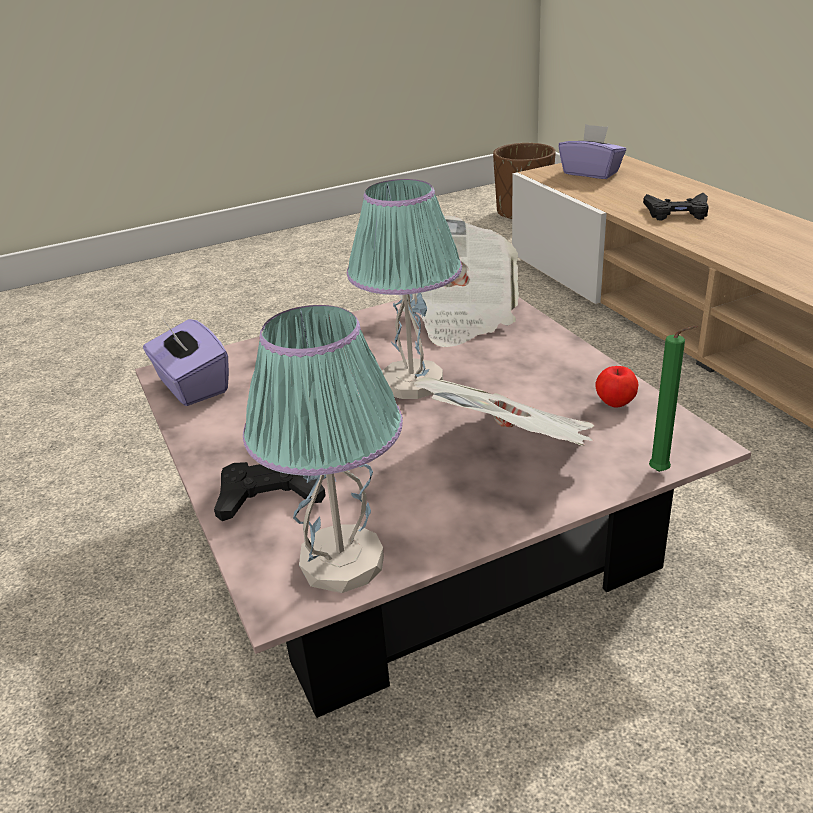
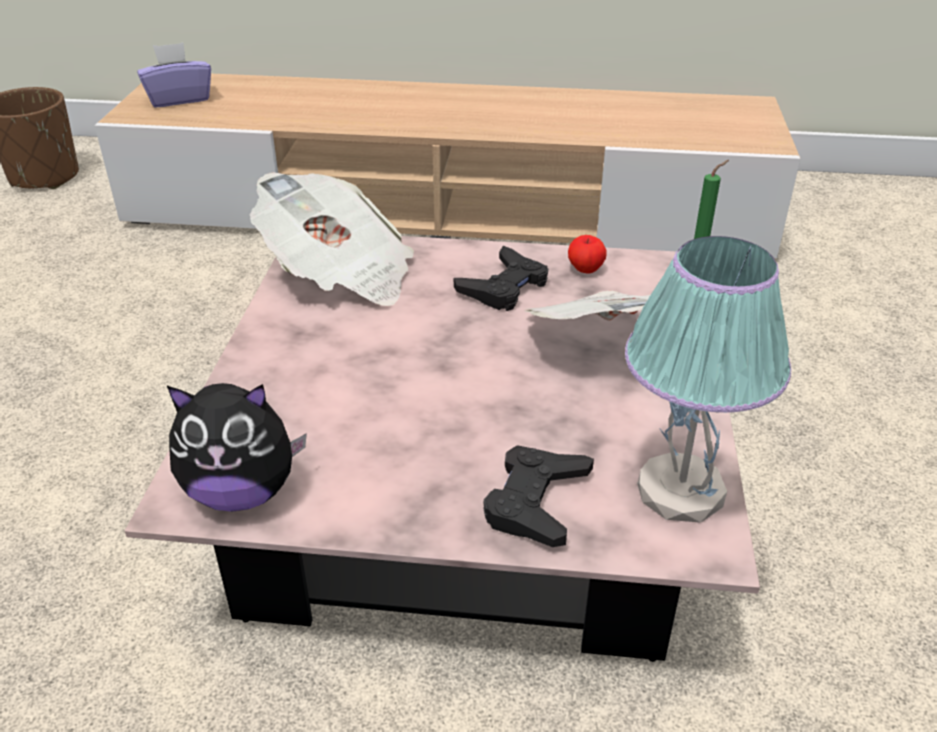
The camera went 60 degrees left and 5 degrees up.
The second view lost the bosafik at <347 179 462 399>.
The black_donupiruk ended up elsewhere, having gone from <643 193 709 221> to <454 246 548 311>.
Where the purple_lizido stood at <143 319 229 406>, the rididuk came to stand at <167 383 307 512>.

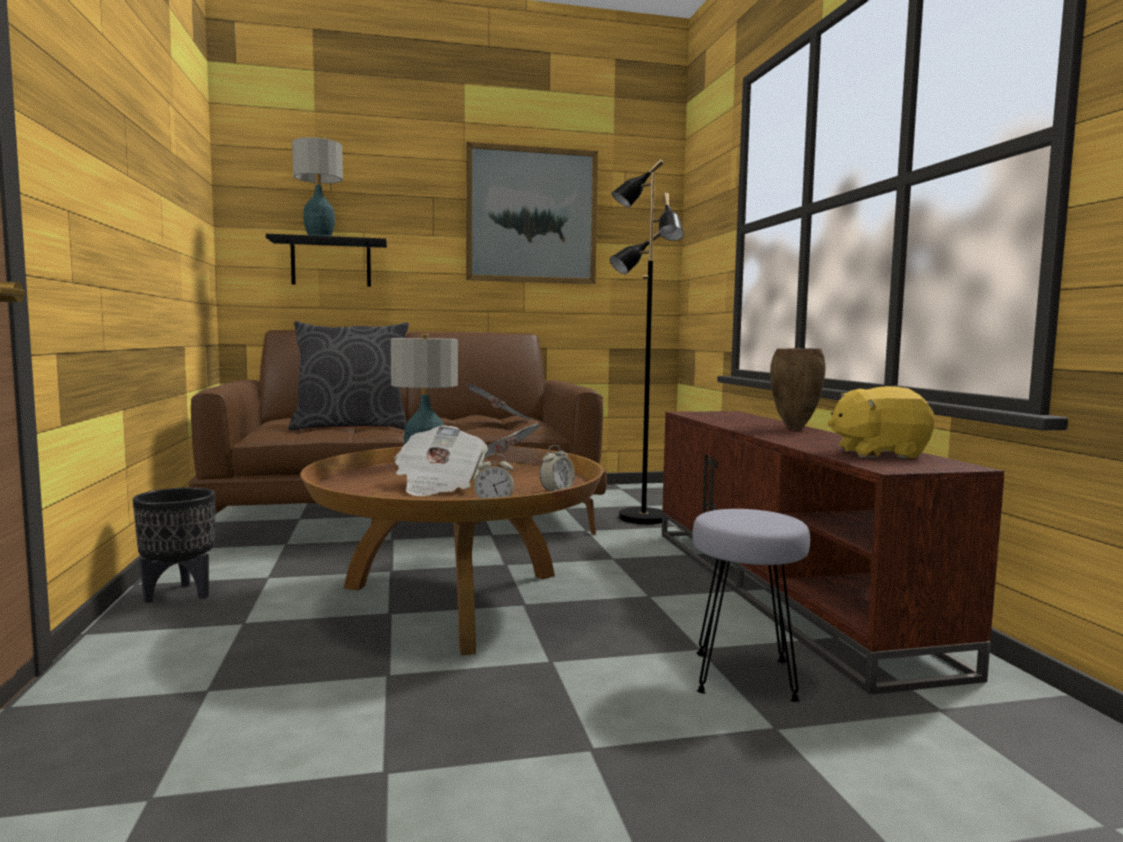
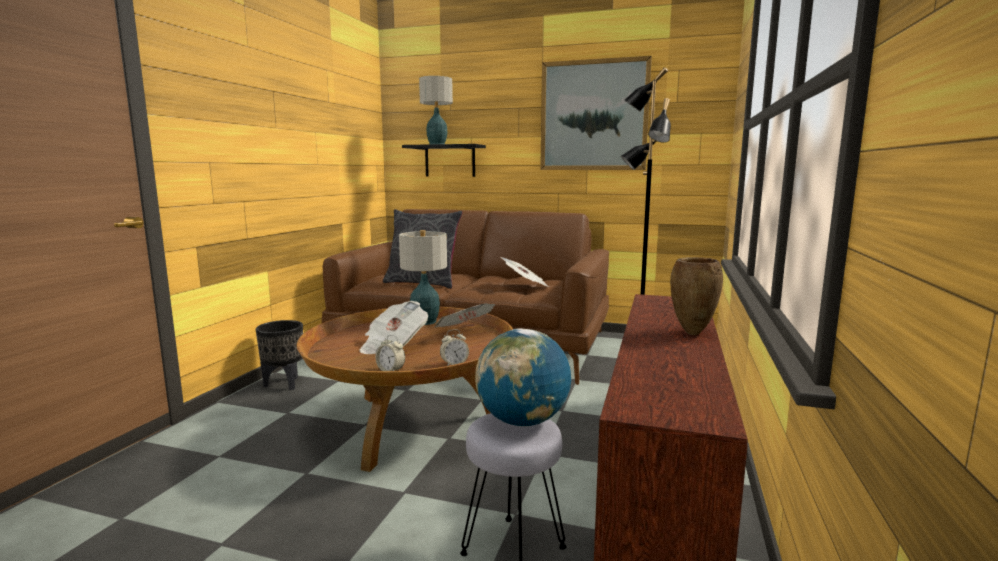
The camera went 30 degrees right and 5 degrees up.
The second view lost the yellow_rididuk at <828 386 934 458>.
The second view gained the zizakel at <475 328 571 427>.

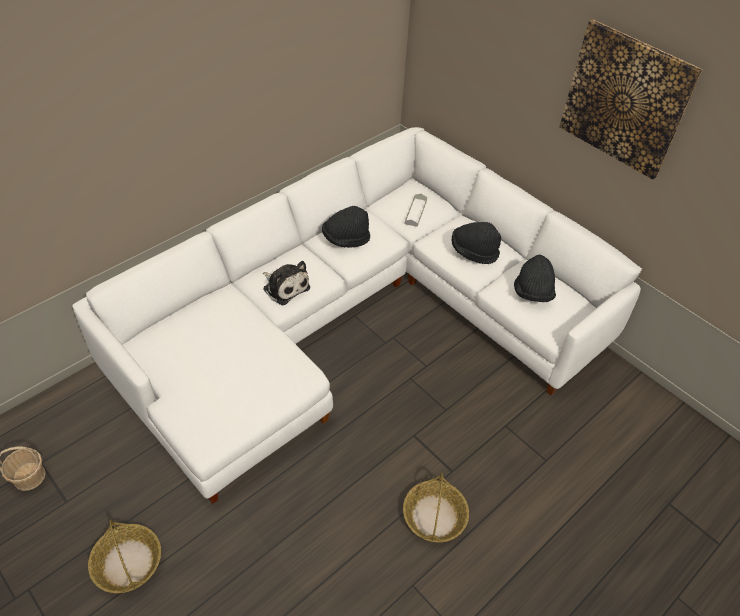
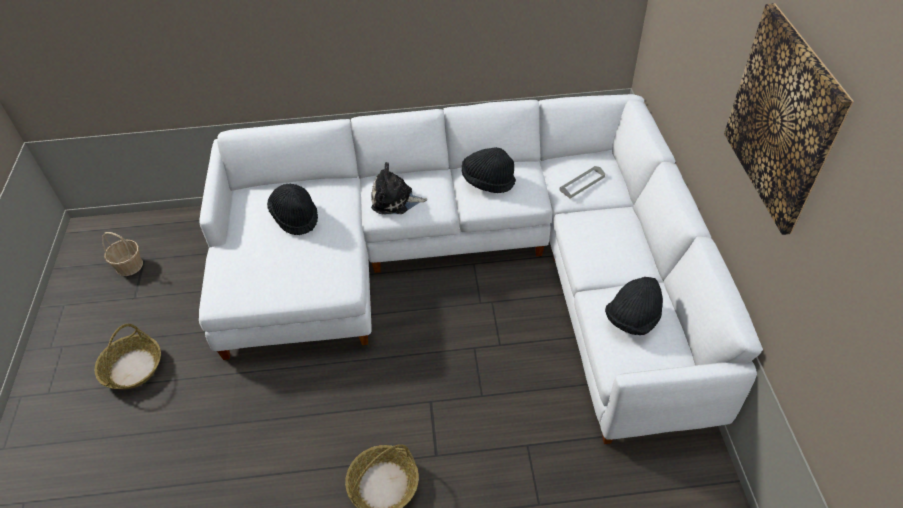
The camera went 40 degrees right and 0 degrees up.
The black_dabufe ended up elsewhere, having gone from <451 222 501 264> to <267 184 318 235>.
The rididuk at <263 261 310 305> ended up facing another way, 105 degrees clockwise from before.

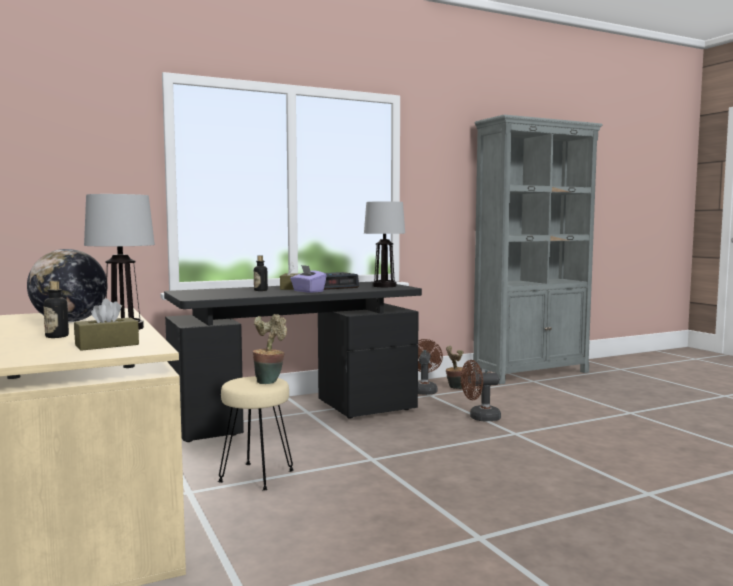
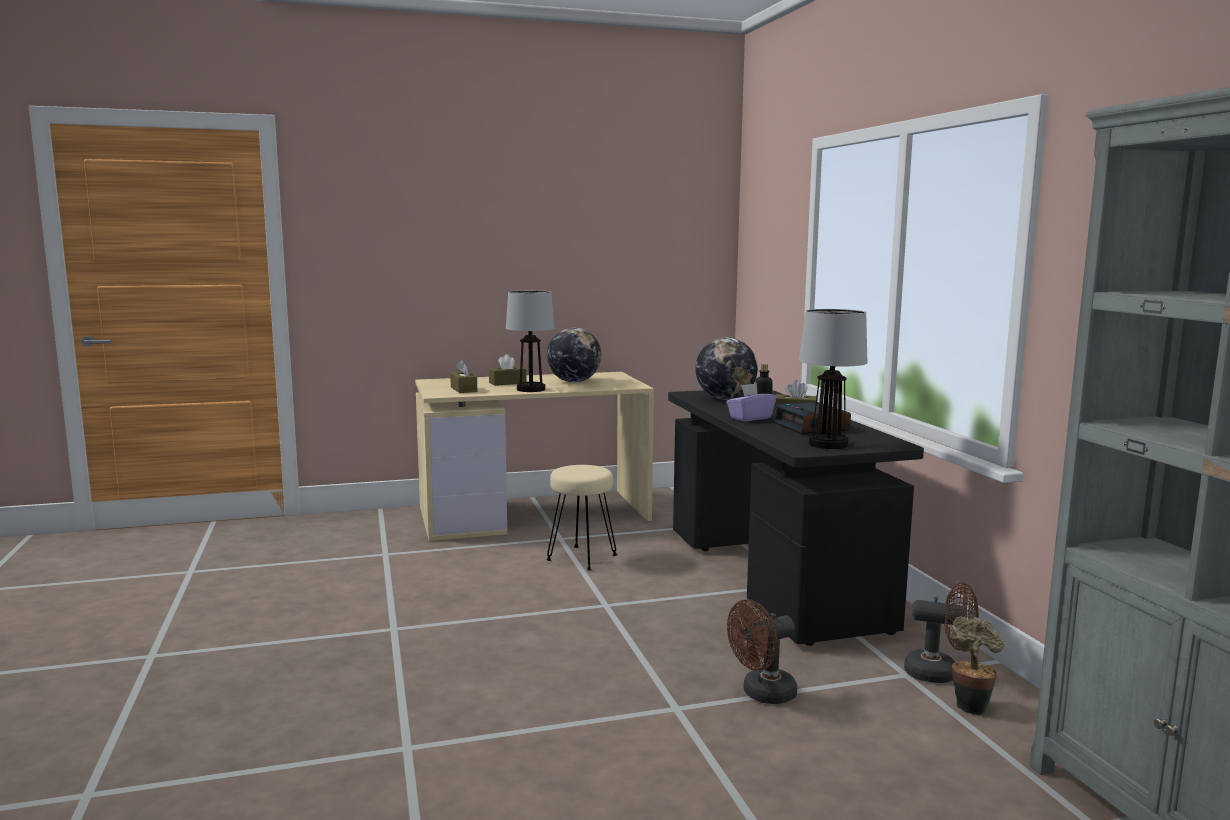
The camera went 100 degrees right and 5 degrees up.
Where the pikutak stood at <43 281 69 338>, the brown_lizido came to stand at <489 354 527 386>.
The second view lost the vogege at <253 314 287 384>.
The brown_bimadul at <461 360 501 421> ended up facing another way, 120 degrees counterclockwise from before.
The second view gained the zizakel at <695 337 758 400>.

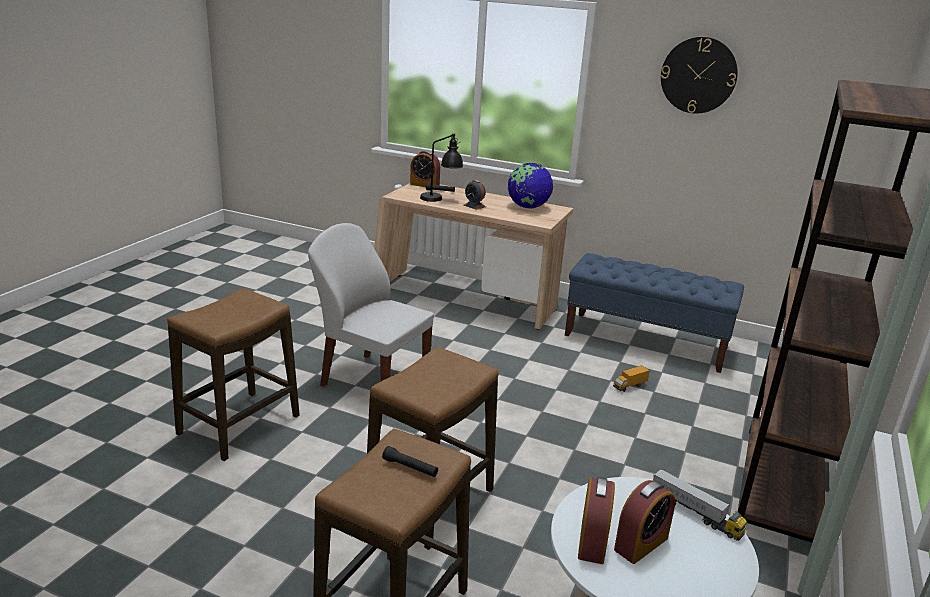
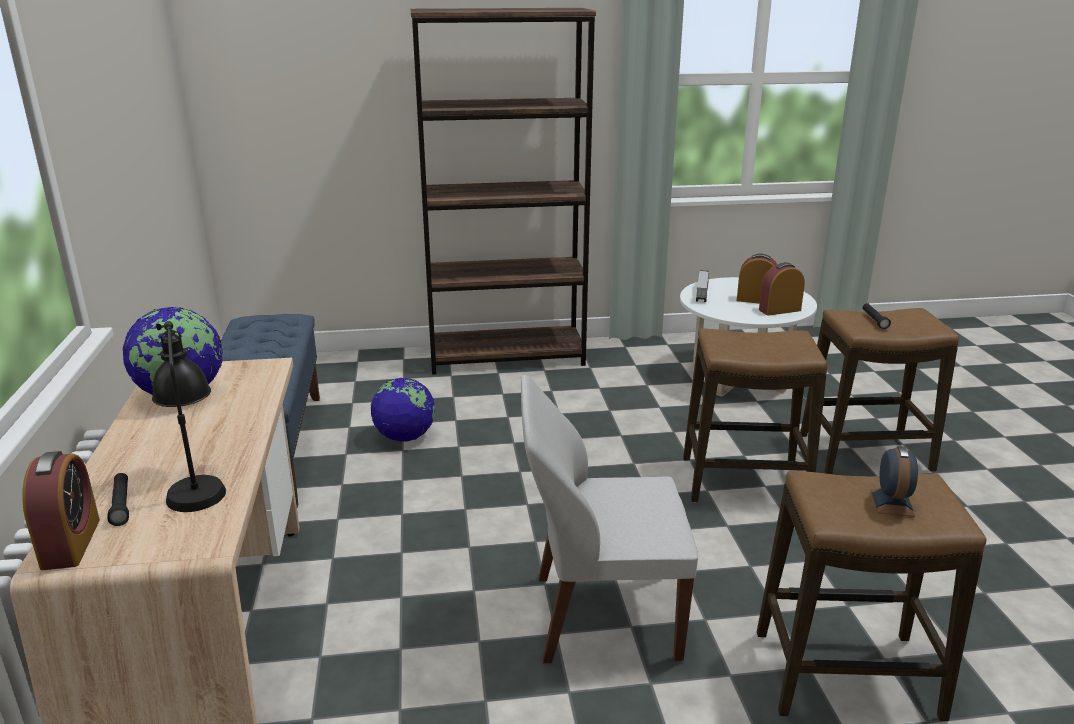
The camera went 120 degrees left and 0 degrees up.
The second view lost the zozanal at <661 37 738 114>.
The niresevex ended up elsewhere, having gone from <463 180 486 210> to <871 446 918 517>.
The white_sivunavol at <308 223 434 387> ended up facing another way, 90 degrees clockwise from before.
Where the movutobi stood at <613 365 650 392>, the zizakel came to stand at <371 378 435 442>.

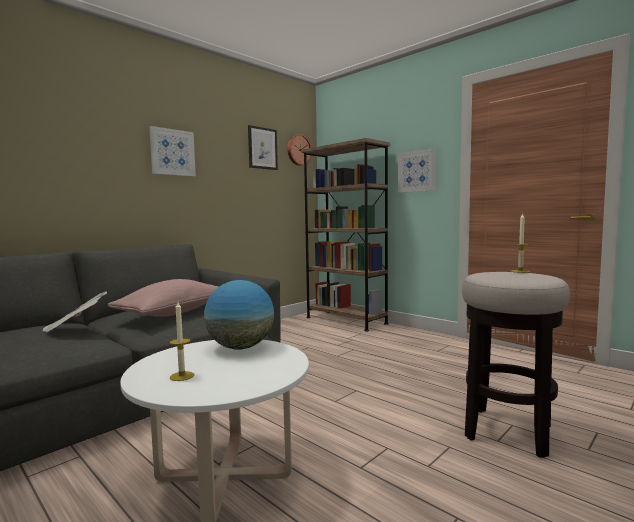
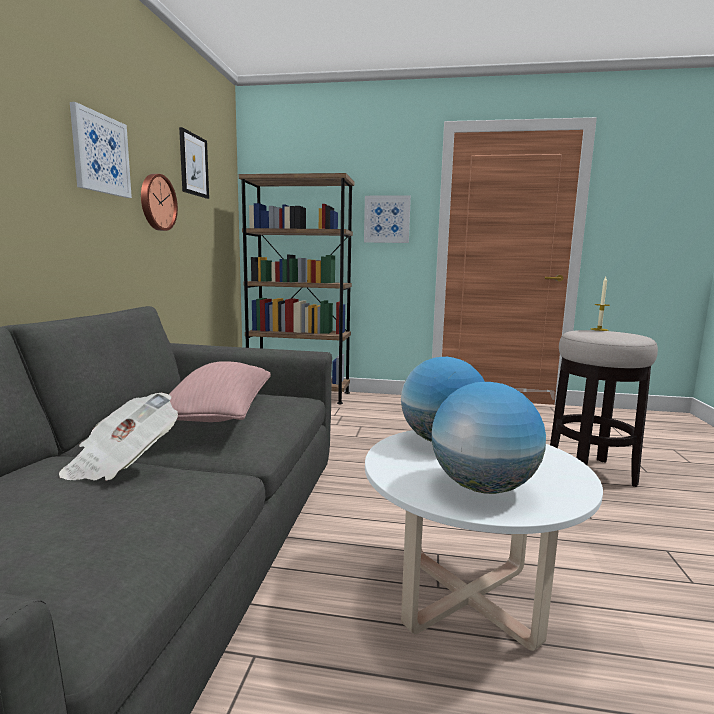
The camera went 35 degrees left and 5 degrees up.
The zozanal ended up elsewhere, having gone from <287 134 312 166> to <141 174 178 231>.
Where the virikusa stood at <169 302 194 381>, the zizakel came to stand at <432 382 546 494>.

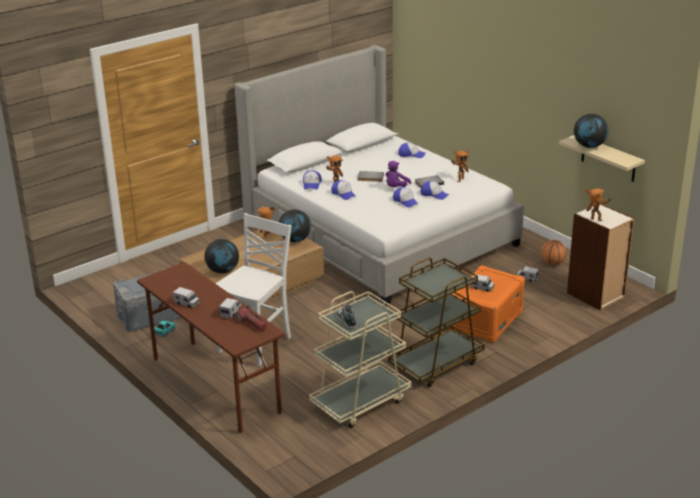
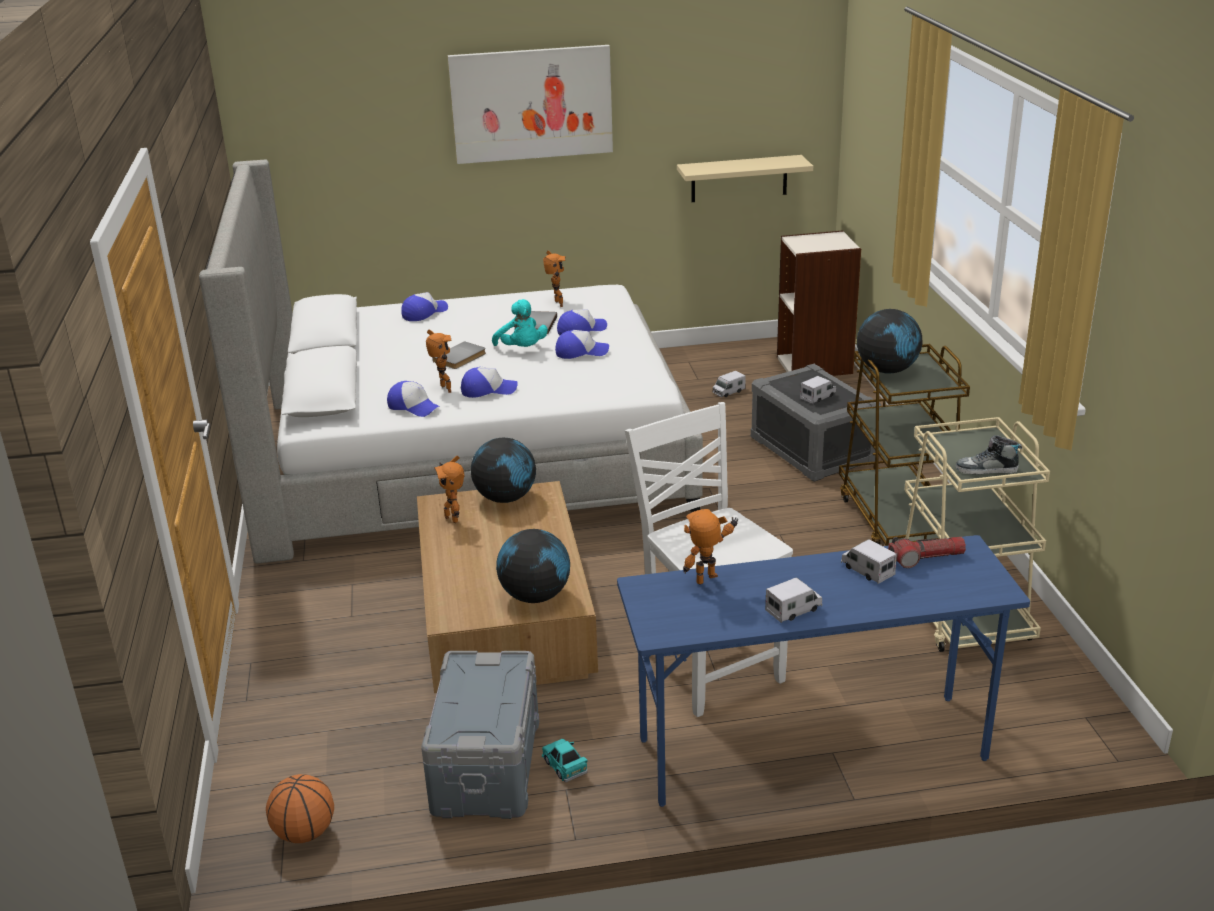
The camera went 60 degrees left and 0 degrees up.
The zizakel ended up elsewhere, having gone from <574 114 608 148> to <857 309 922 374>.
What was the purple_rididuk at <385 161 411 187> turned into the turquoise_rididuk at <492 299 548 347>.
The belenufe ended up elsewhere, having gone from <585 188 611 221> to <683 509 738 585>.
The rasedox ended up elsewhere, having gone from <541 240 567 265> to <266 774 334 843>.
What was the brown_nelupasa at <137 262 285 433> turned into the blue_nelupasa at <617 535 1030 807>.
What was the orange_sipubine at <450 265 525 343> turned into the grey_sipubine at <751 364 881 482>.
The second view gained the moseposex at <448 45 613 164>.

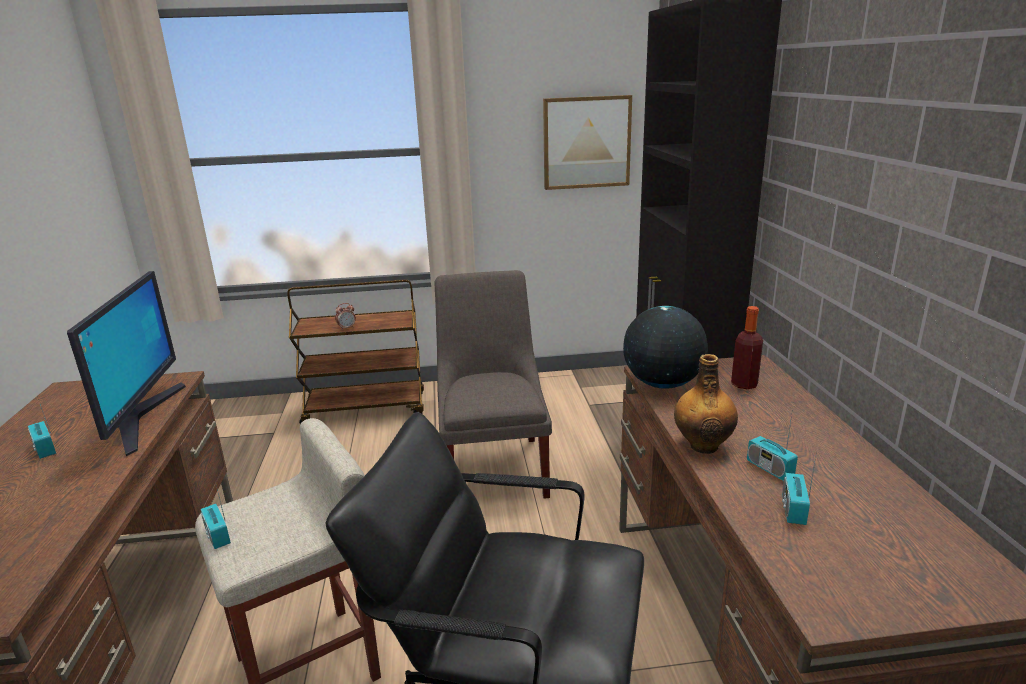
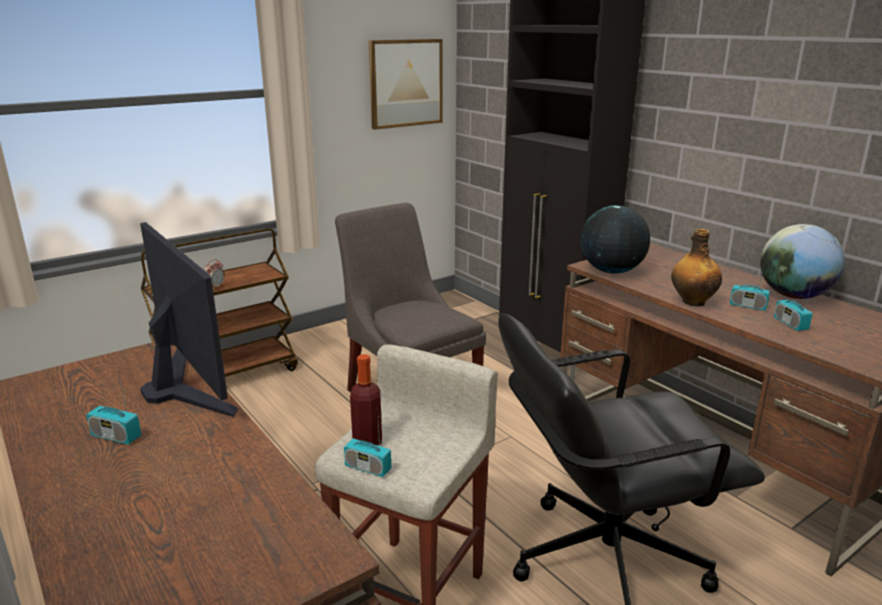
The camera went 30 degrees left and 0 degrees up.
The pikutak ended up elsewhere, having gone from <731 306 763 389> to <350 354 382 445>.
The second view gained the zizakel at <760 224 845 299>.

